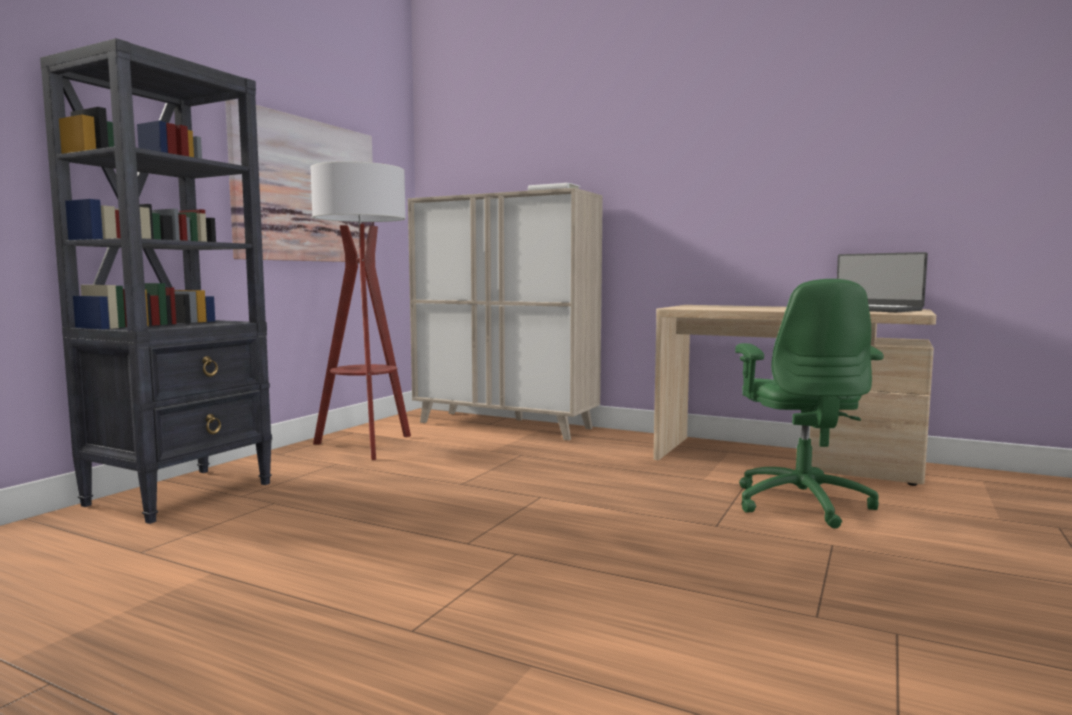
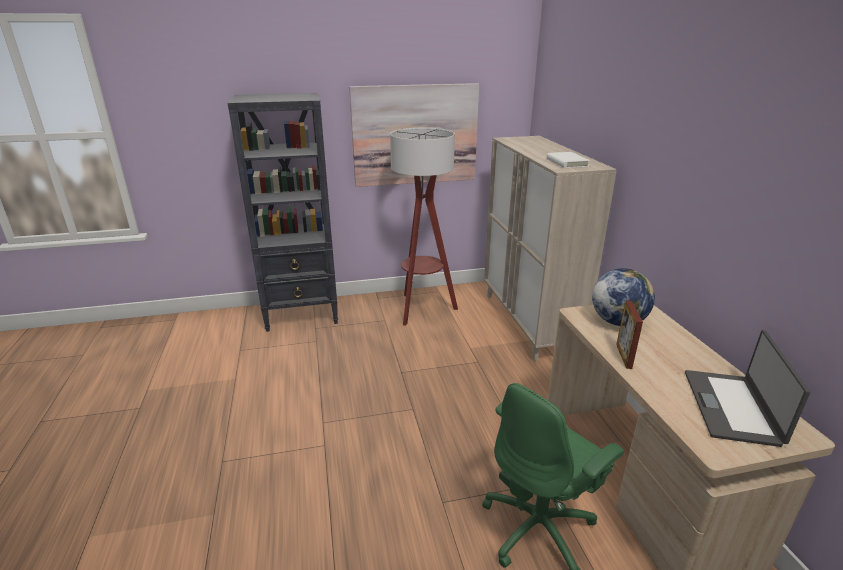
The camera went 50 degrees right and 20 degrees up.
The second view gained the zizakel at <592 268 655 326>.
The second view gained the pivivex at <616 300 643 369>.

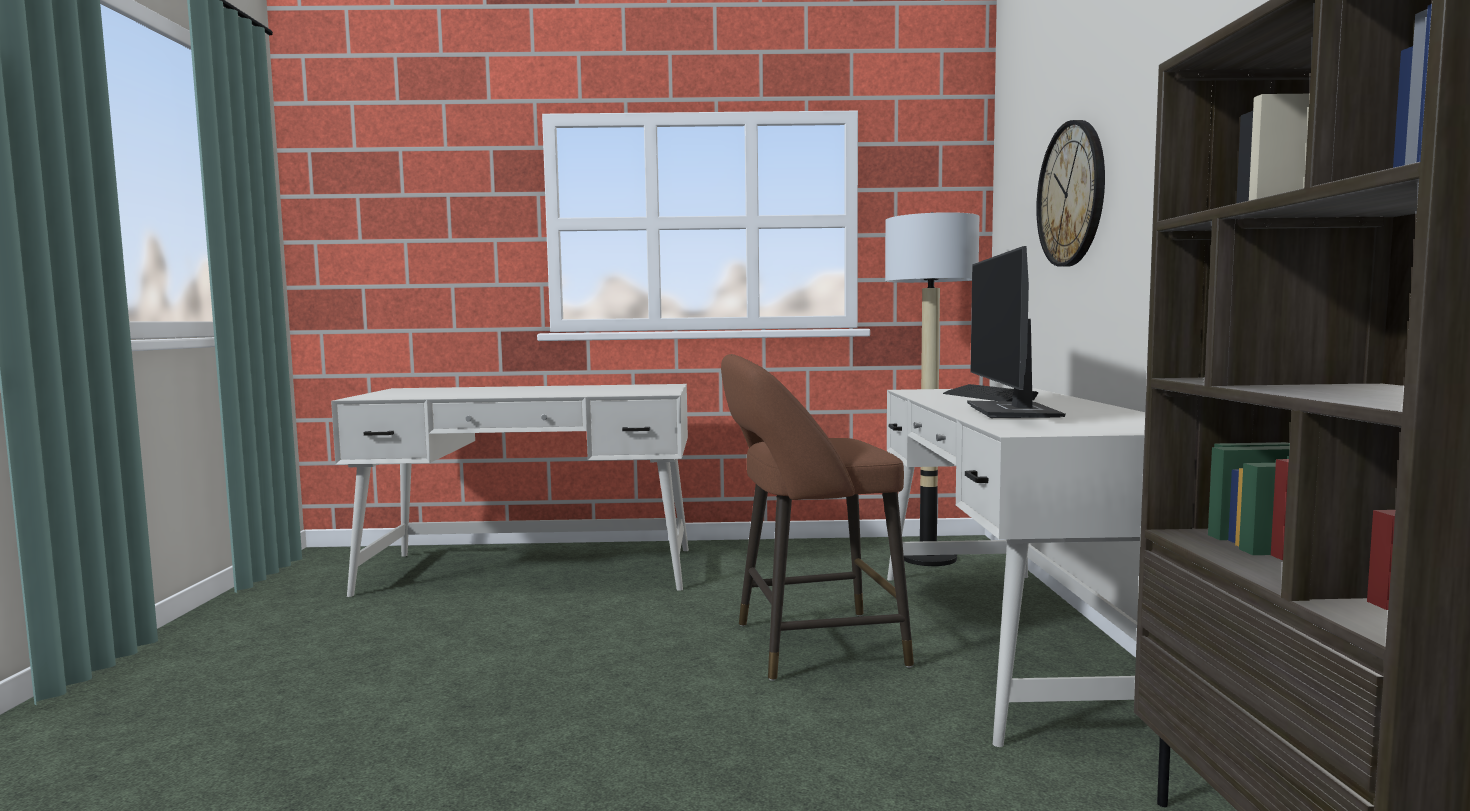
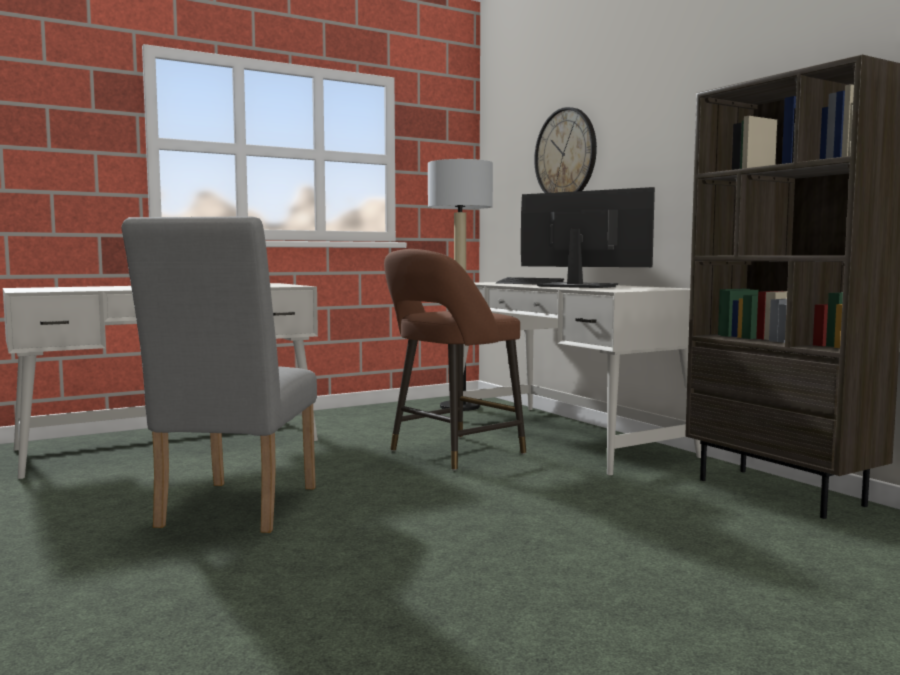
The camera went 30 degrees left and 0 degrees up.
The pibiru at <967 246 1066 418> ended up facing another way, 150 degrees clockwise from before.
The second view gained the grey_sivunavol at <122 217 317 533>.

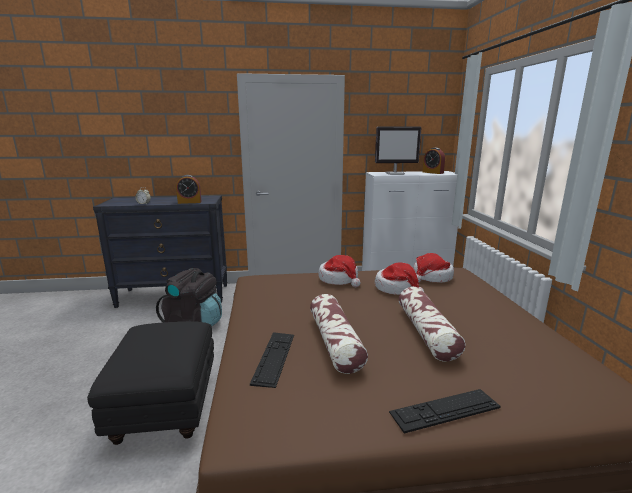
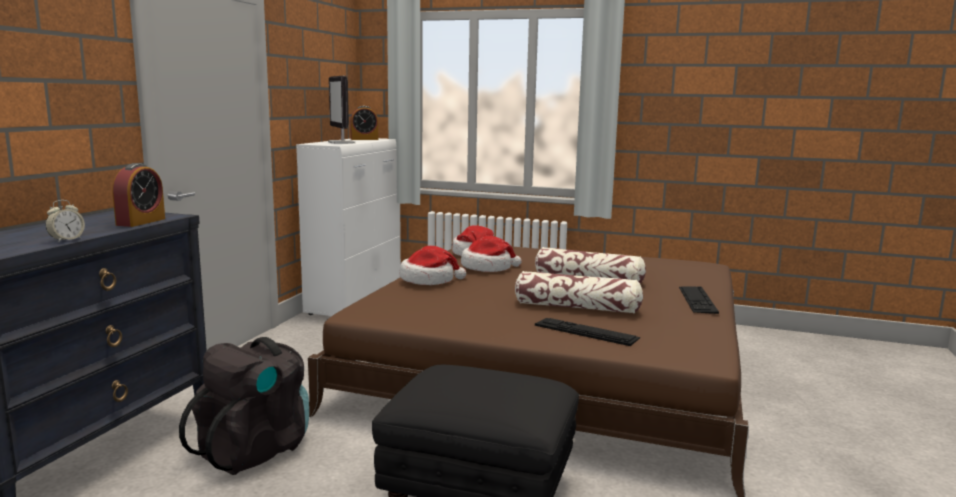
The camera went 65 degrees left and 5 degrees down.
The pibiru at <375 127 422 175> ended up facing another way, 135 degrees clockwise from before.

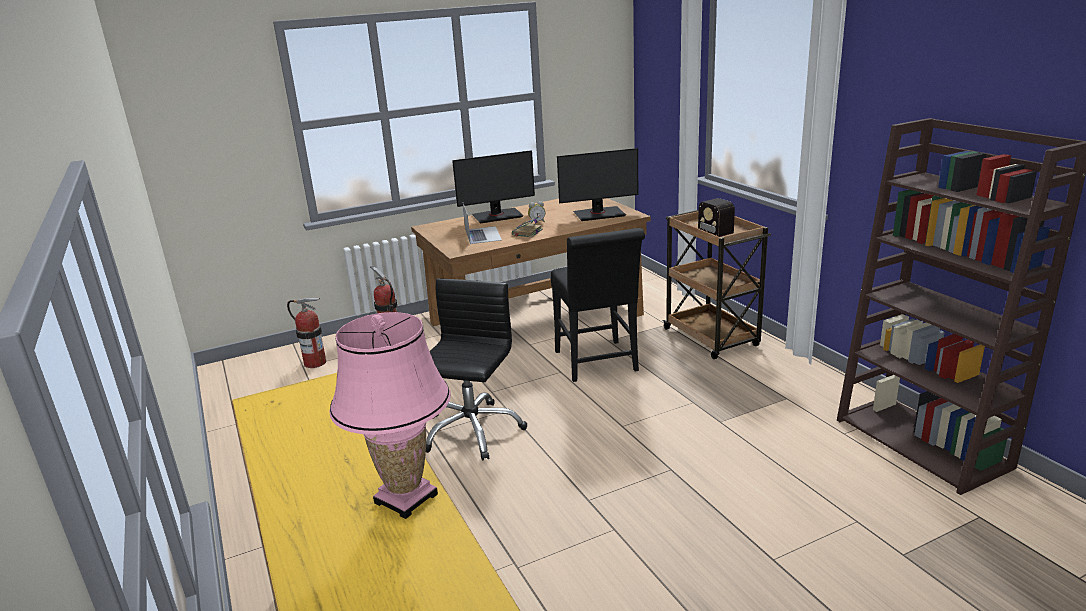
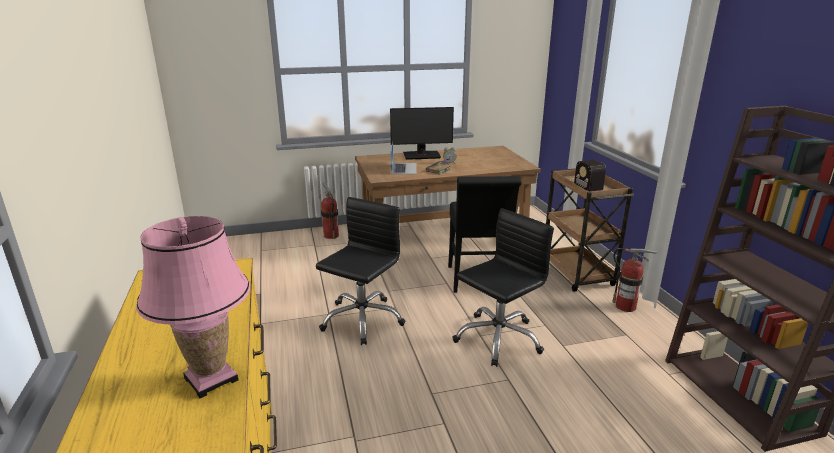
The camera went 10 degrees right and 0 degrees up.
The second view lost the pibiru at <557 148 638 221>.
The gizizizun ended up elsewhere, having gone from <287 298 326 368> to <612 248 658 312>.
The second view gained the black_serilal at <452 208 554 367>.

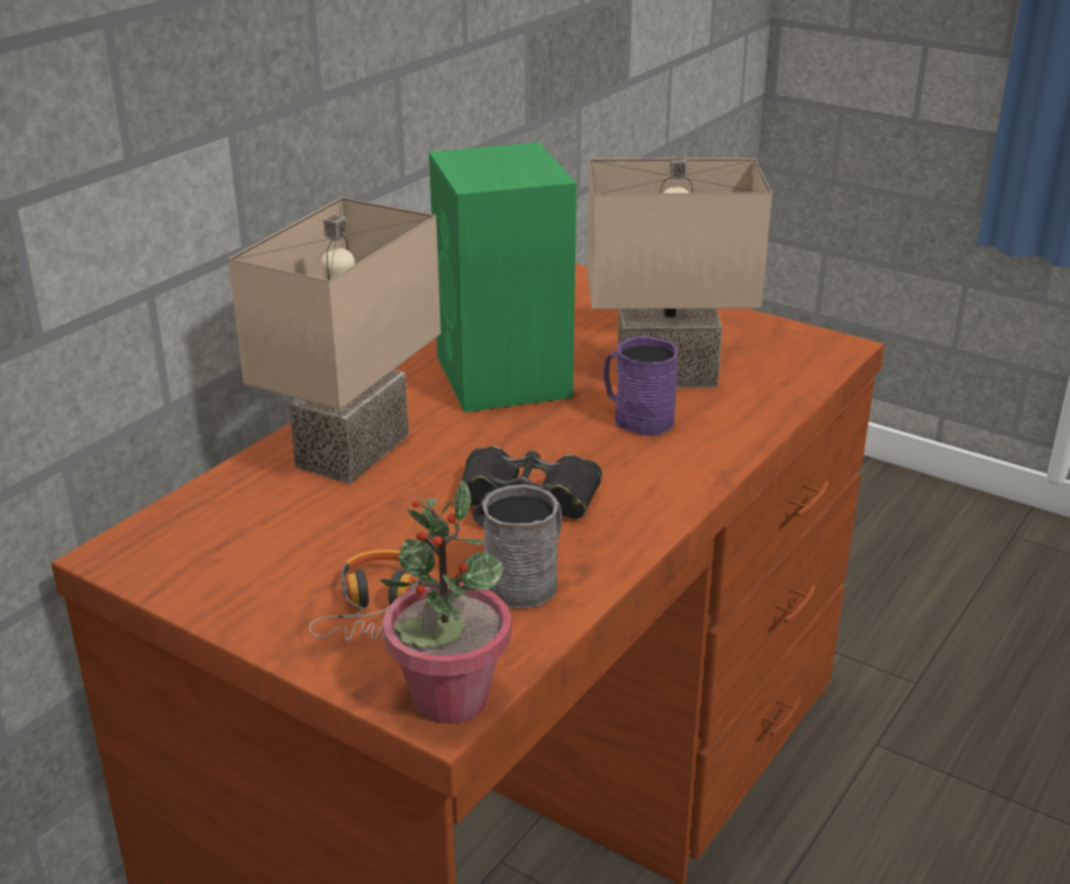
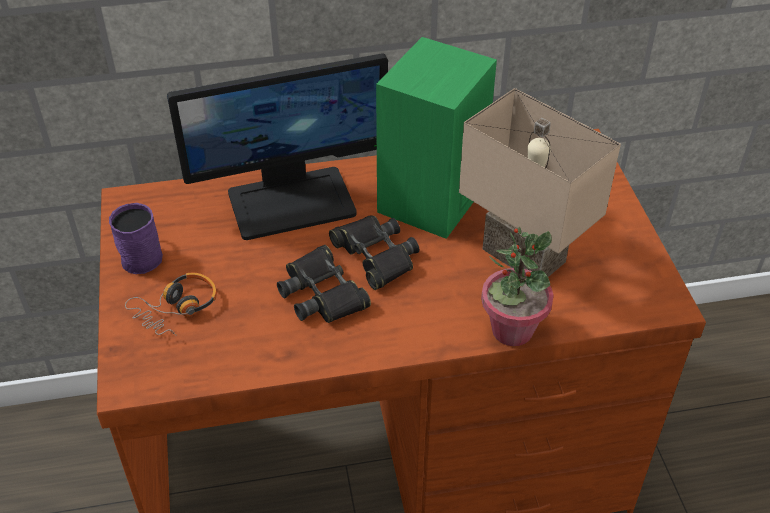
The camera went 45 degrees right and 15 degrees up.
Where the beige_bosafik stood at <228 197 441 484>, the pibiru came to stand at <167 53 388 240>.
The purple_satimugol ended up elsewhere, having gone from <604 336 678 436> to <109 203 163 274>.
The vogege ended up elsewhere, having gone from <379 480 512 724> to <481 227 554 346>.
The second view lost the grey_satimugol at <483 484 562 608>.
The second view gained the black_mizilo at <329 216 419 290>.

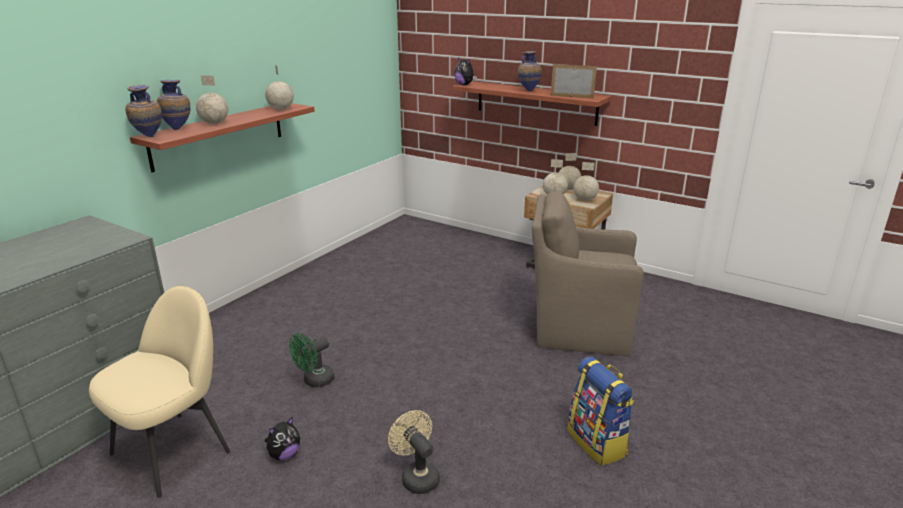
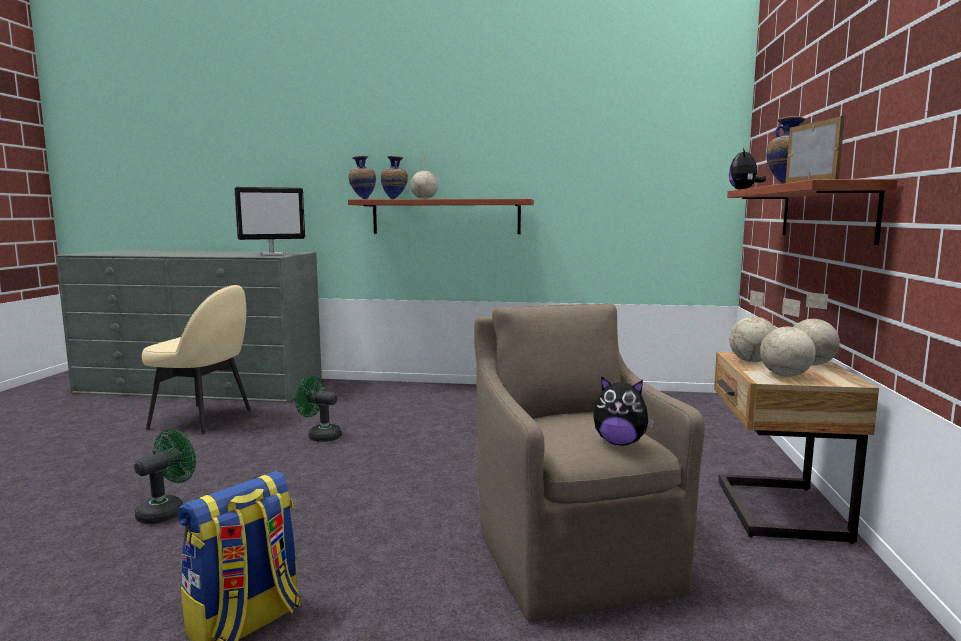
The camera went 65 degrees right and 15 degrees down.
The second view lost the zizakel at <265 65 294 110>.
What was the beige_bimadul at <388 410 440 494> turned into the green_bimadul at <134 429 196 524>.
The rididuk ended up elsewhere, having gone from <265 417 300 460> to <593 376 654 446>.
The second view gained the pibiru at <234 187 305 256>.

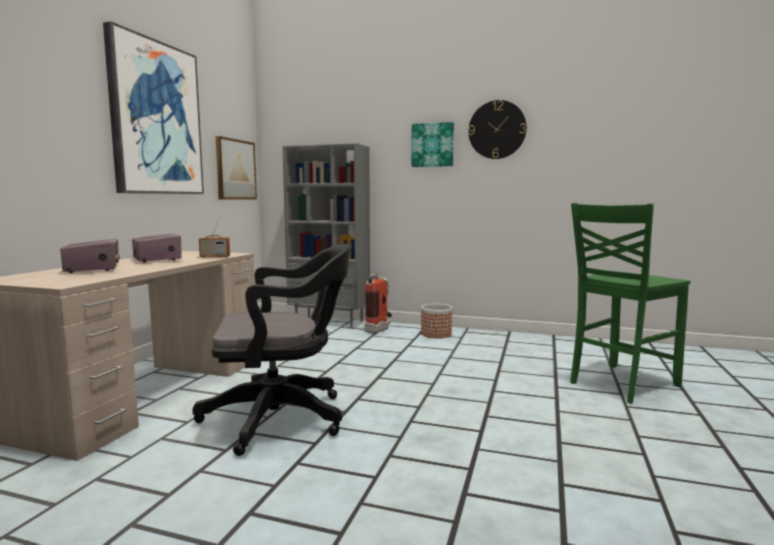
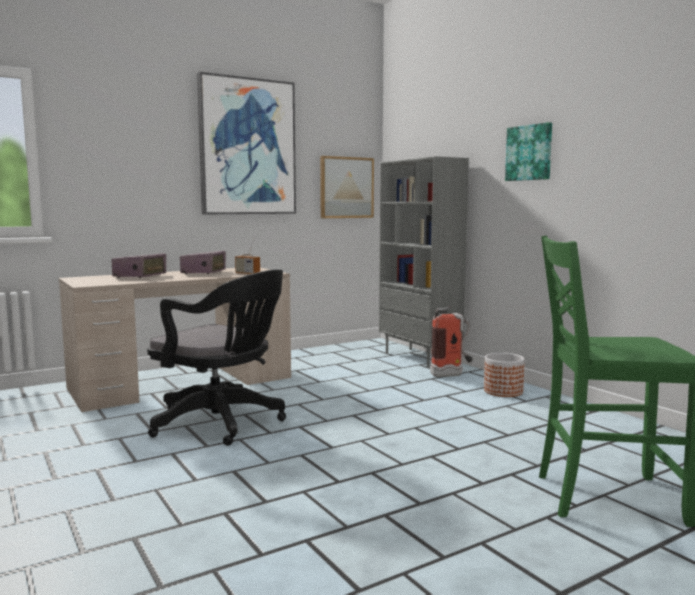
The camera went 40 degrees right and 0 degrees up.
The second view lost the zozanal at <468 100 527 159>.

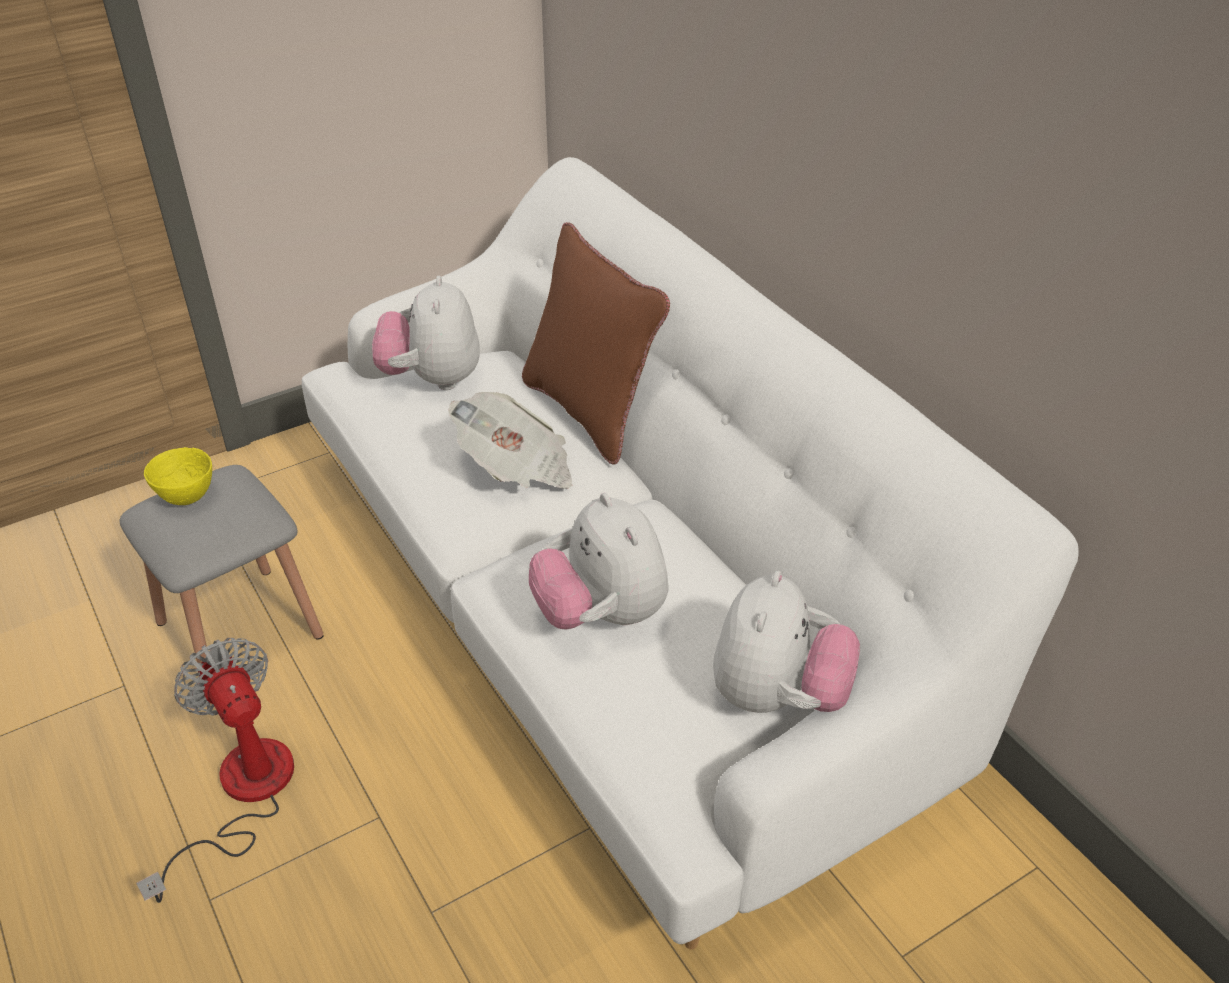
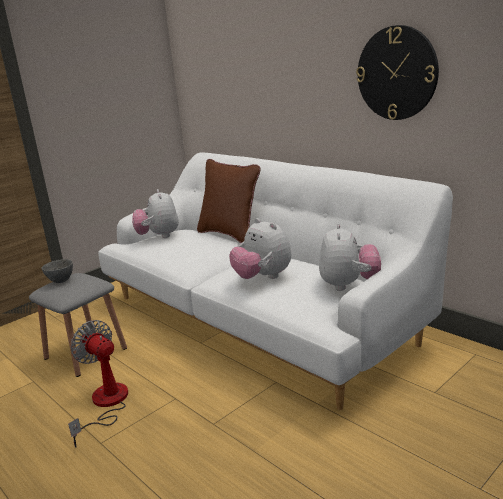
The camera went 10 degrees left and 20 degrees down.
The second view lost the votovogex at <448 392 573 489>.
What was the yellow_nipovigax at <144 447 212 505> turned into the grey_nipovigax at <41 259 73 283>.
The second view gained the zozanal at <356 25 439 120>.

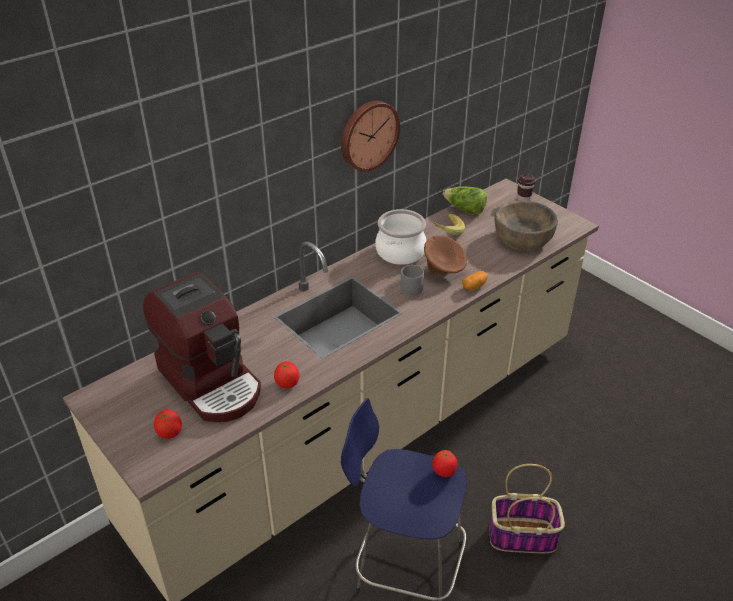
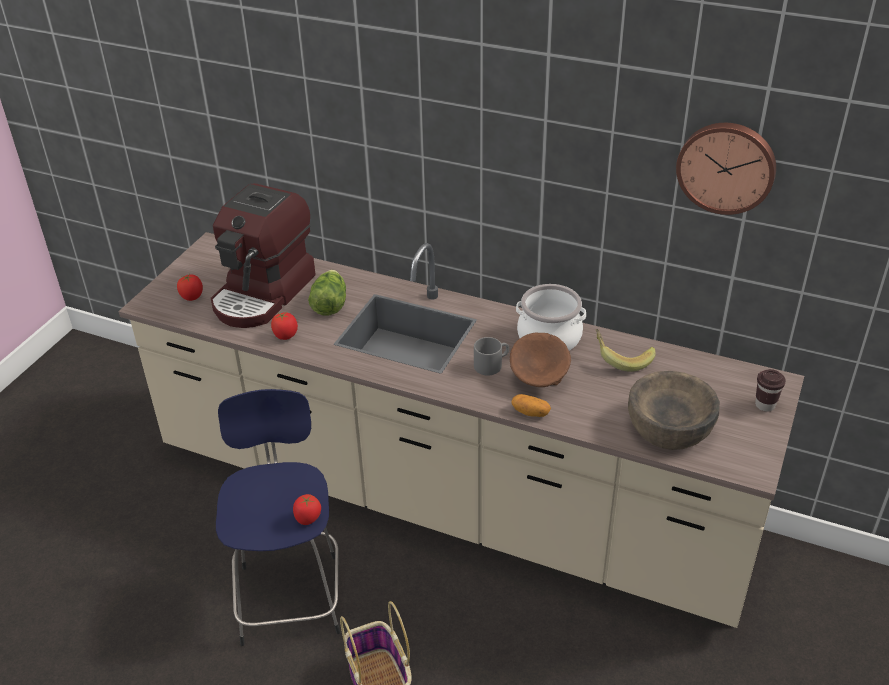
The camera went 65 degrees right and 0 degrees up.
The zozanal ended up elsewhere, having gone from <341 101 400 172> to <676 123 776 215>.
The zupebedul ended up elsewhere, having gone from <443 186 487 215> to <308 269 346 316>.

